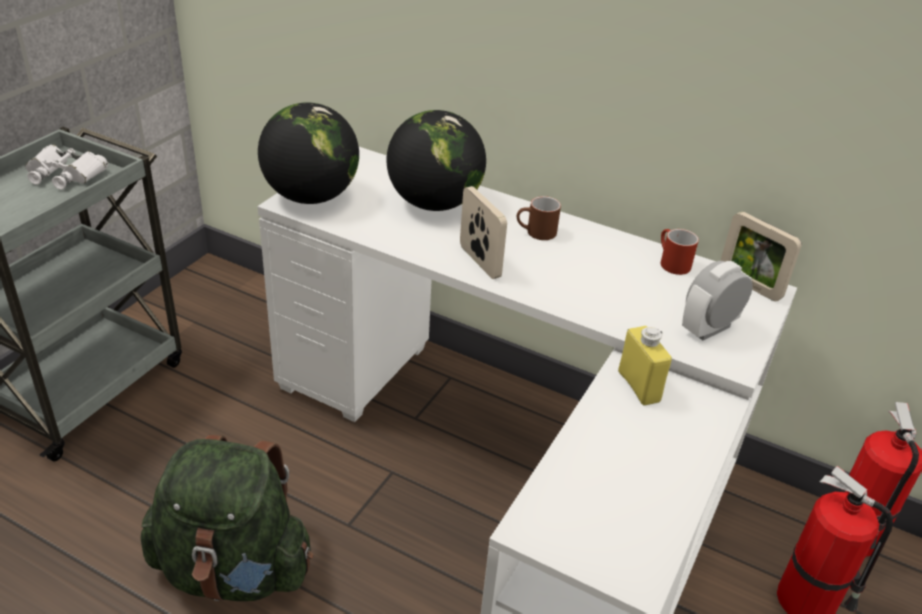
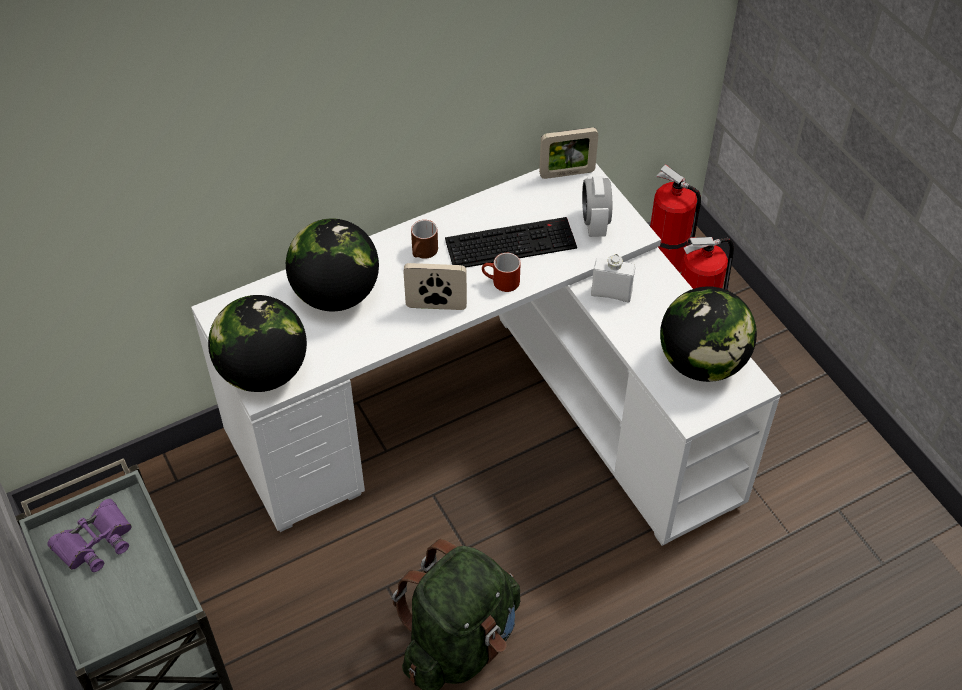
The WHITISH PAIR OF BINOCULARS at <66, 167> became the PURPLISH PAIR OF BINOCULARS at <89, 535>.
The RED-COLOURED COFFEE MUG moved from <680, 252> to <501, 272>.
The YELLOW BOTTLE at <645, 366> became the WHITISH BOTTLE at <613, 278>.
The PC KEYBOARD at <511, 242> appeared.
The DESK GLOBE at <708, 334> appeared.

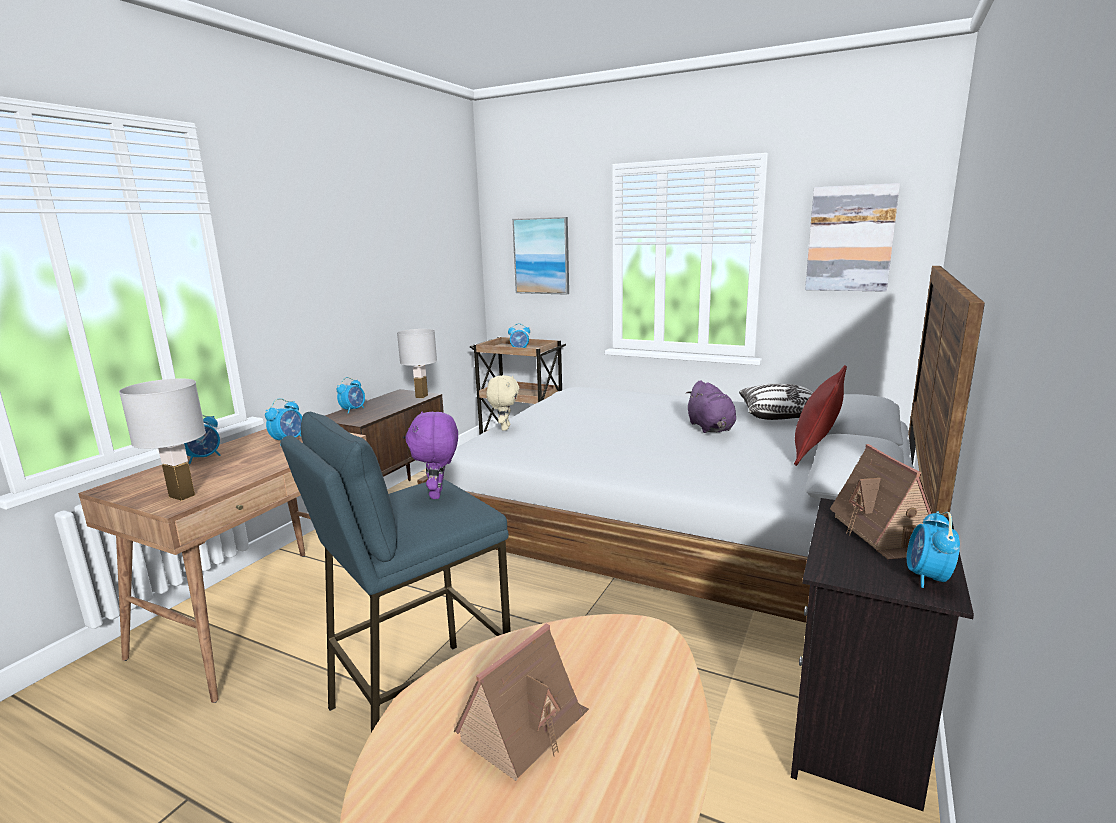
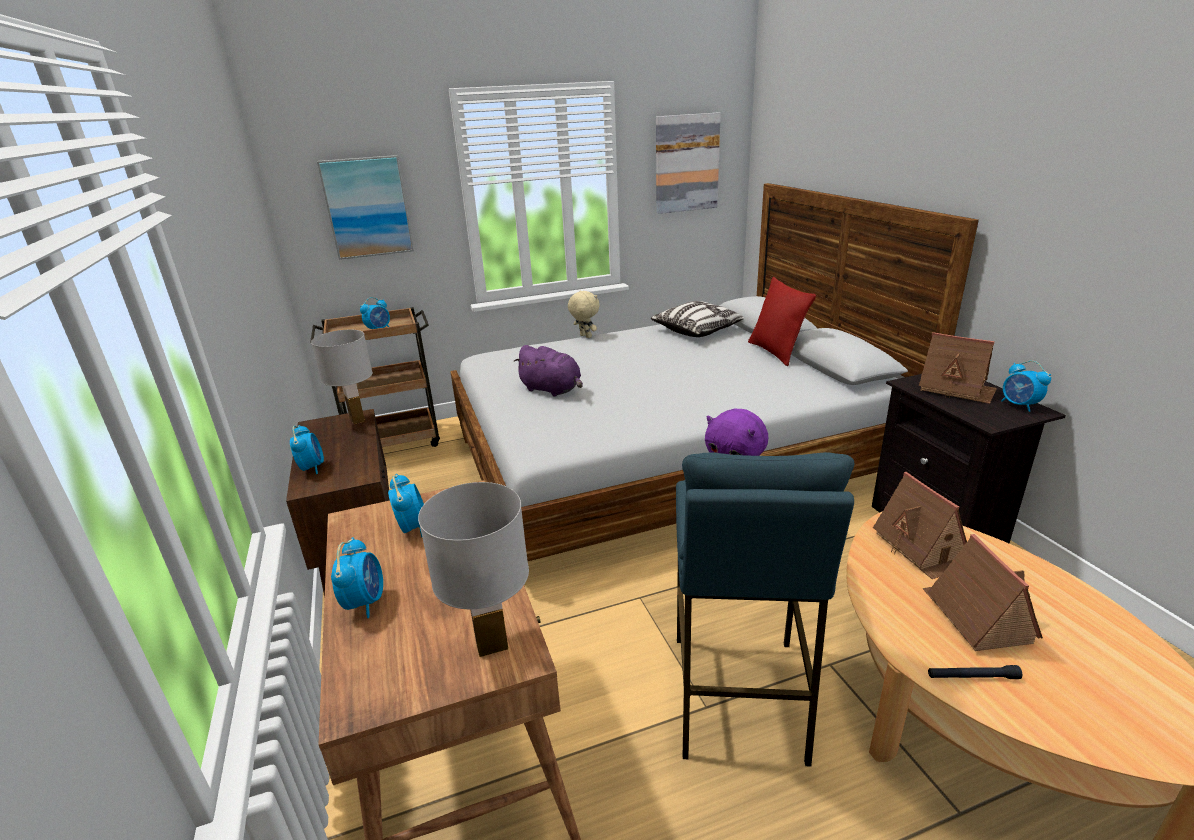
The BEIGE PLUSH TOY moved from <502, 403> to <584, 314>.
The PURPLISH PLUSH TOY moved from <711, 406> to <548, 371>.
The MODEL HOUSE at <920, 525> appeared.
The BLACK-COLOURED TORCH at <975, 672> appeared.

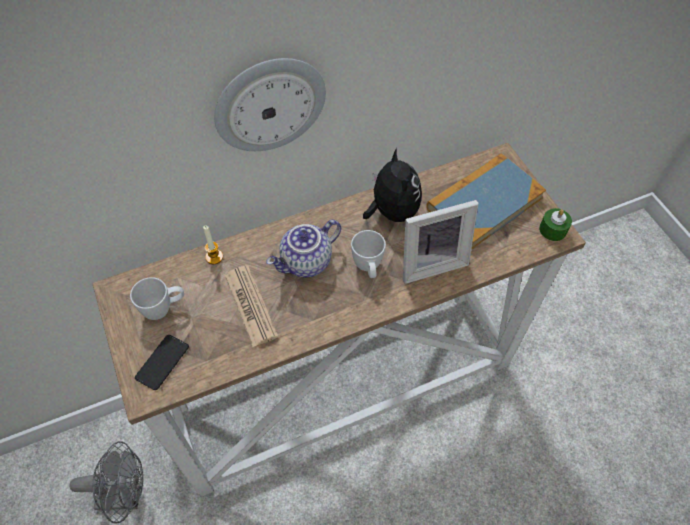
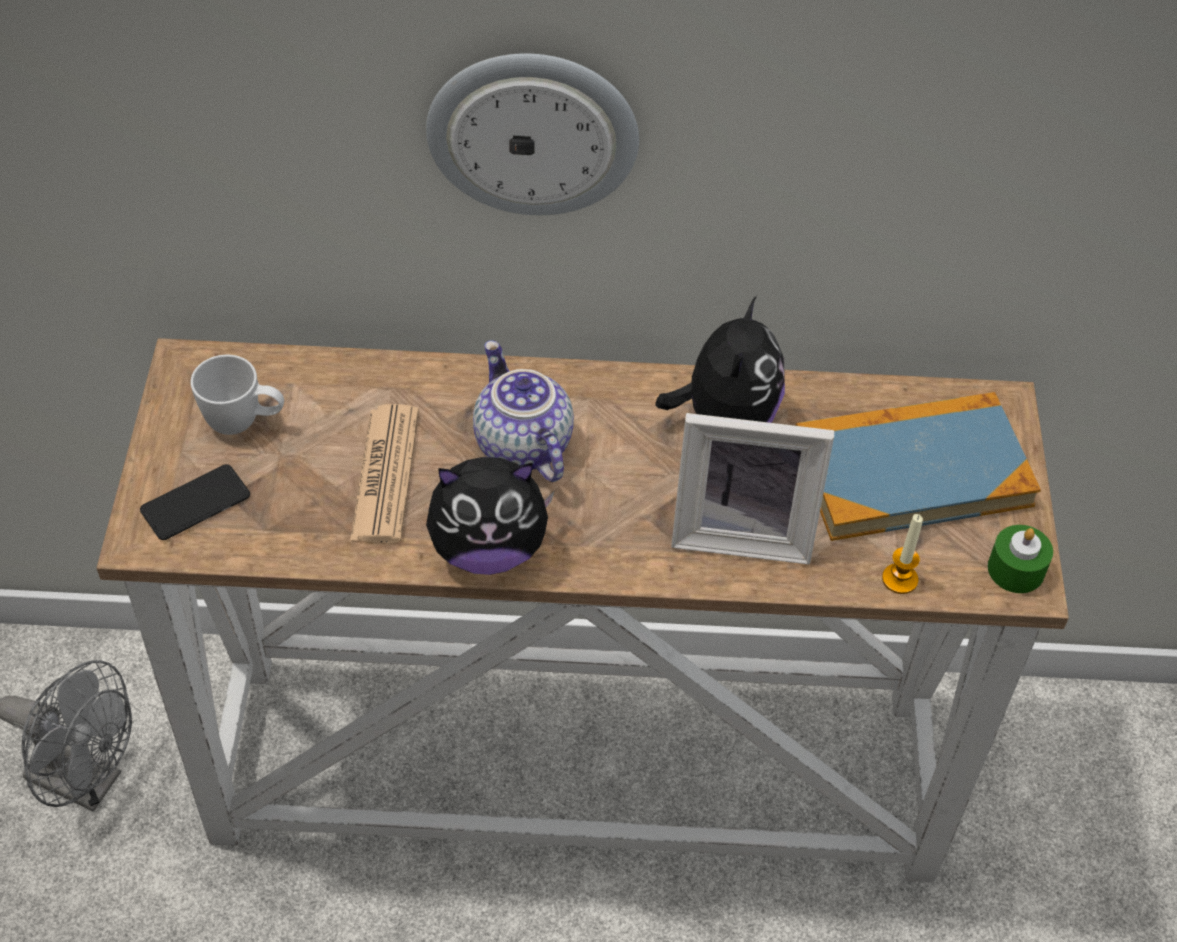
The TEA POT at <303, 249> turned 75 degrees clockwise.
The WAX CANDLE moved from <213, 244> to <902, 554>.
The WHITISH COFFEE MUG at <368, 254> disappeared.
The PLUSH TOY at <490, 516> appeared.

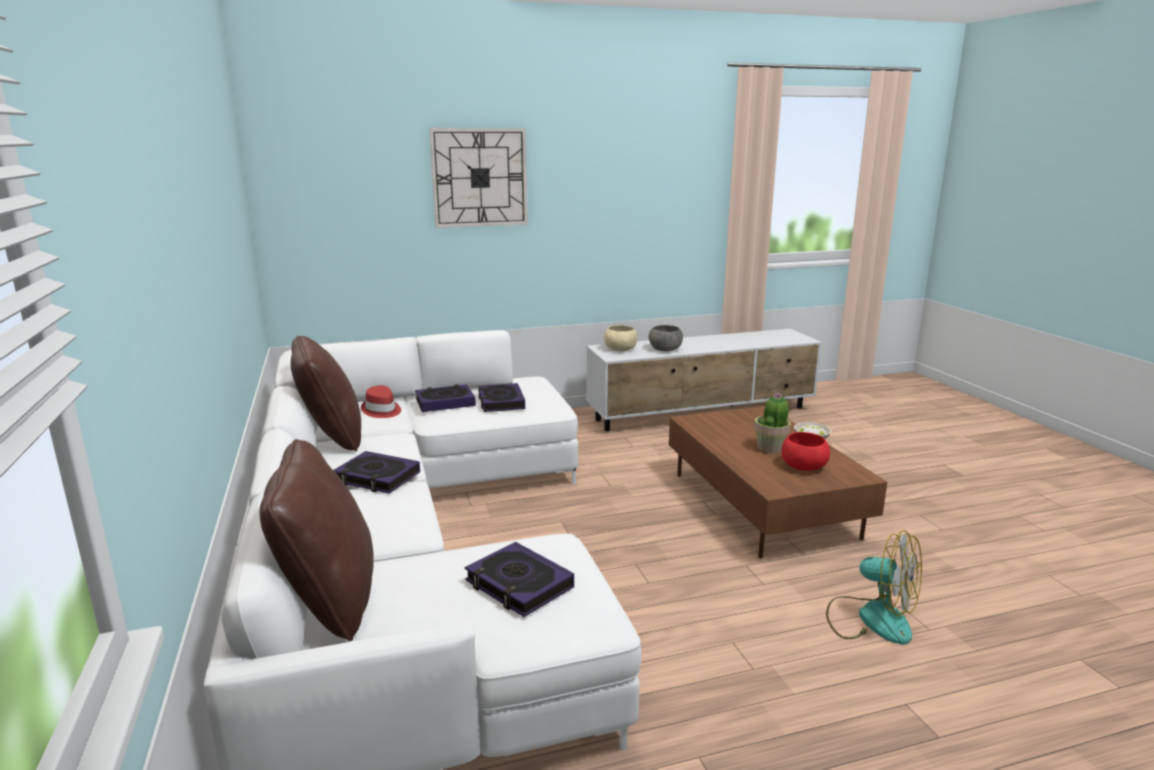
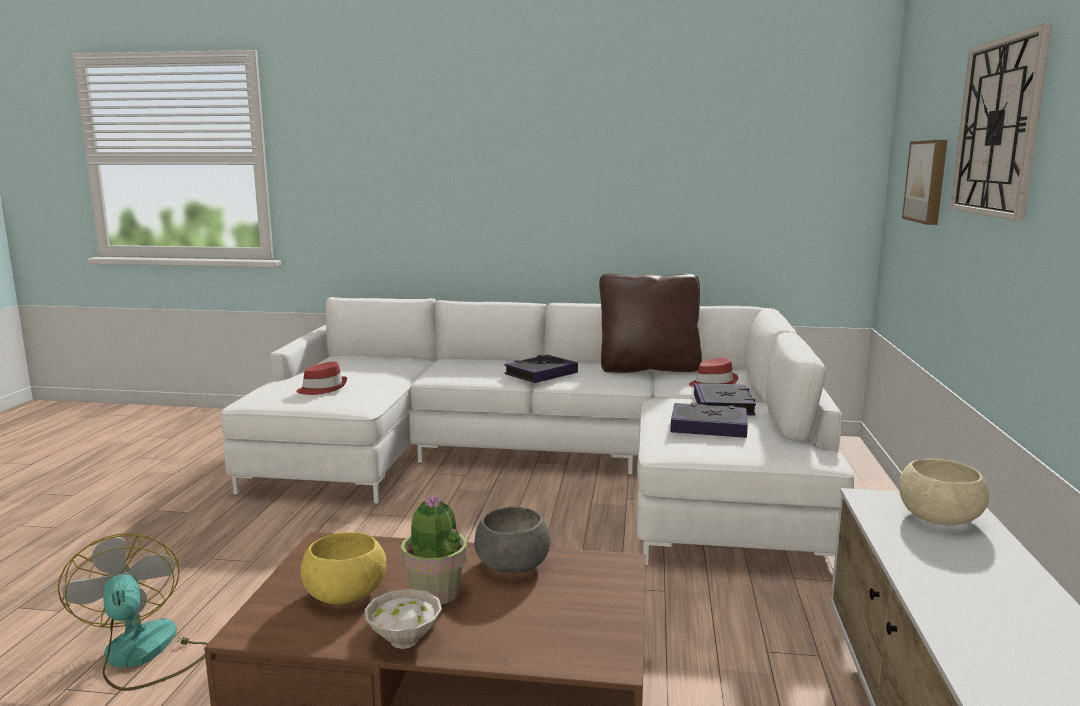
The GREYISH SERVING BOWL moved from <666, 338> to <512, 539>.
The RED-COLOURED SERVING BOWL at <806, 451> became the YELLOW SERVING BOWL at <343, 568>.
The BROWNISH CUSHION at <317, 540> disappeared.
The ELECTRIC FAN at <874, 587> turned 90 degrees clockwise.
The BOOK at <519, 579> was replaced by the RED-COLOURED HAT at <321, 378>.
The WALL ART at <924, 182> appeared.

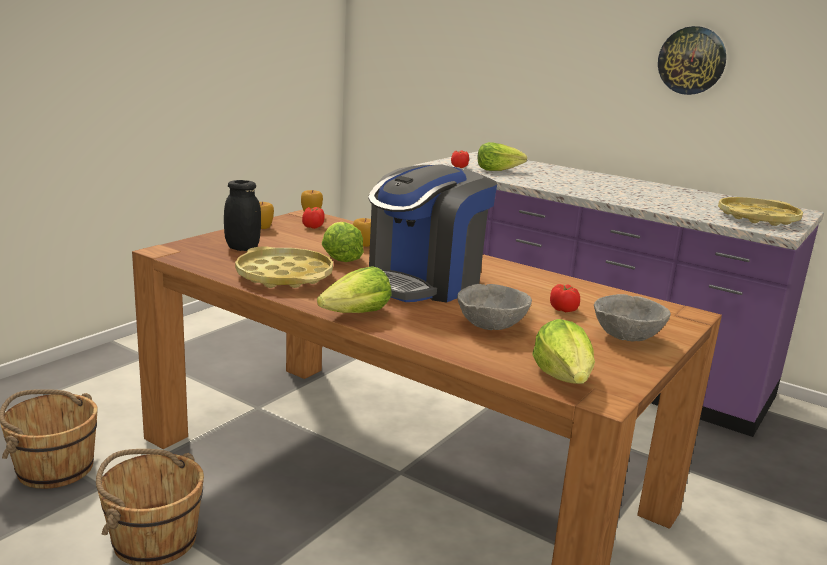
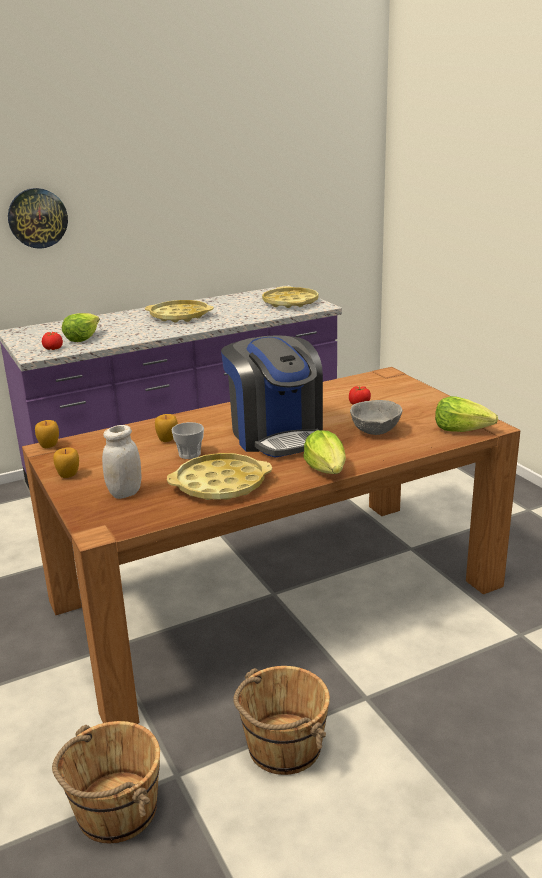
The WALL CLOCK moved from <692, 60> to <38, 218>.
The BLACK-COLOURED PRESERVE JAR at <242, 215> became the WHITISH PRESERVE JAR at <122, 462>.
The TOMATO at <313, 218> disappeared.
The HEAD OF LETTUCE at <343, 242> was replaced by the SMALL CUP at <187, 440>.
The GREYISH SERVING BOWL at <632, 317> disappeared.
The YELLOW CARRYING TRAY at <179, 311> appeared.

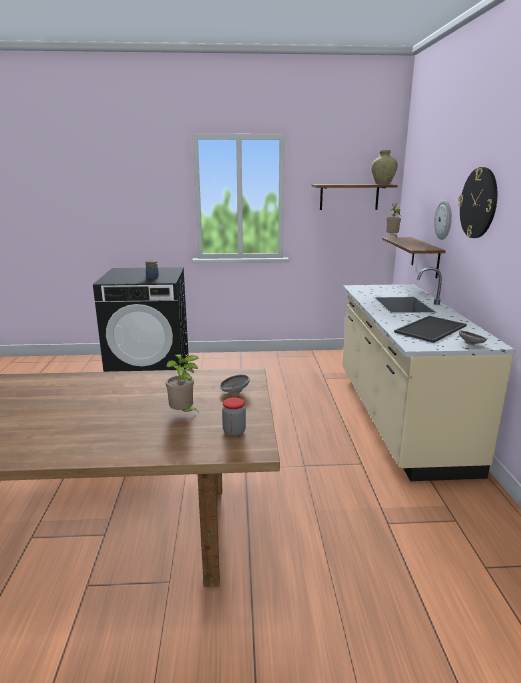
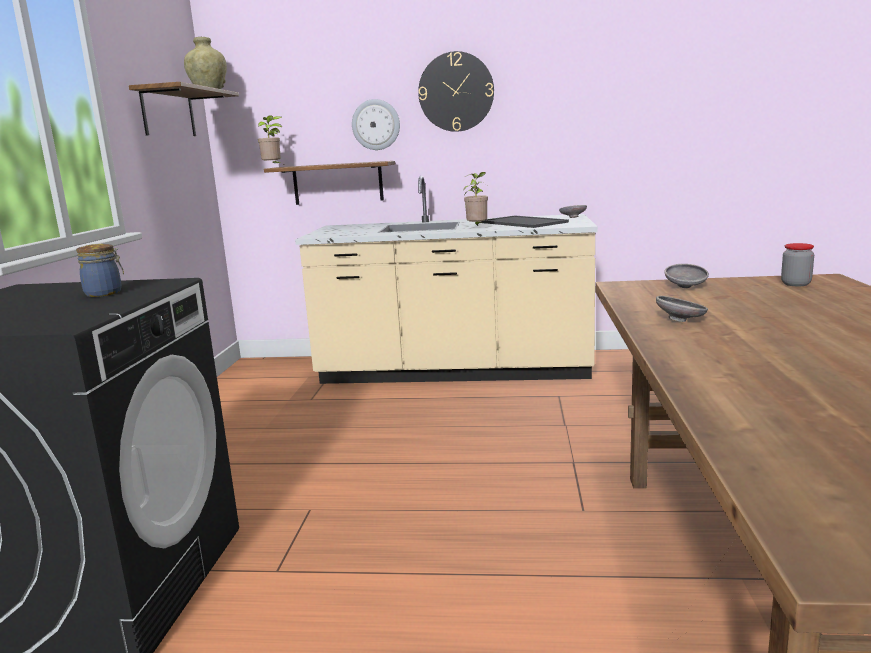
The HOUSEPLANT moved from <182, 383> to <475, 199>.
The GREYISH SERVING BOWL at <682, 309> appeared.

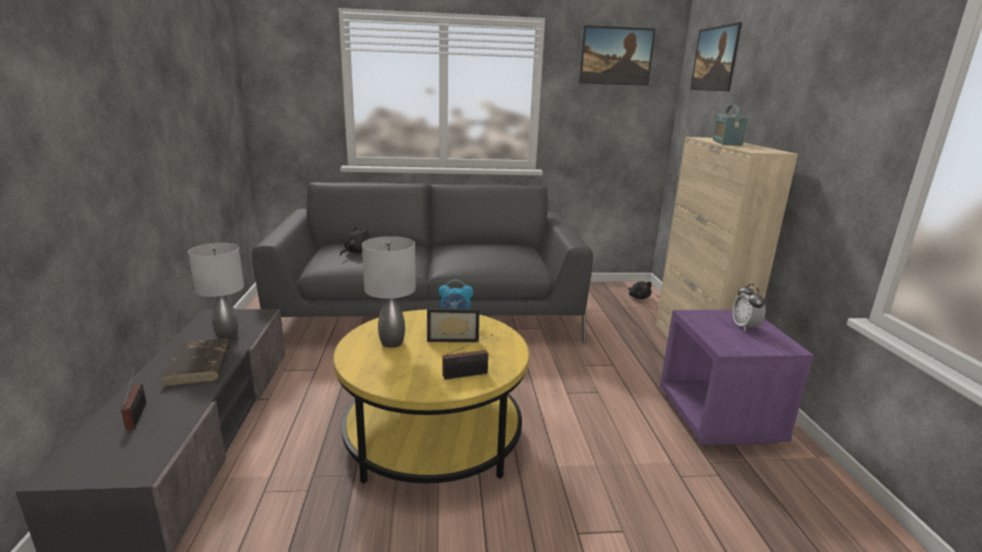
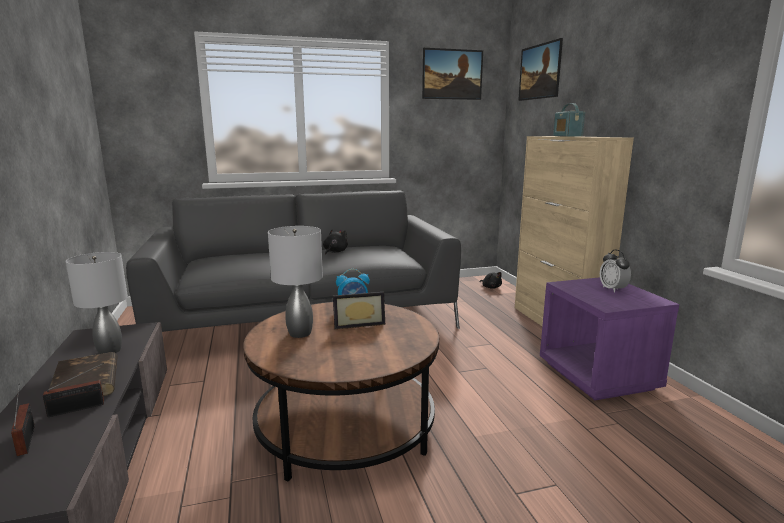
The BLACK-COLOURED PLUSH TOY moved from <355, 241> to <335, 242>.
The YELLOW LOUNGE TABLE at <431, 396> became the BROWNISH LOUNGE TABLE at <341, 391>.
The RADIO SET moved from <467, 357> to <73, 390>.

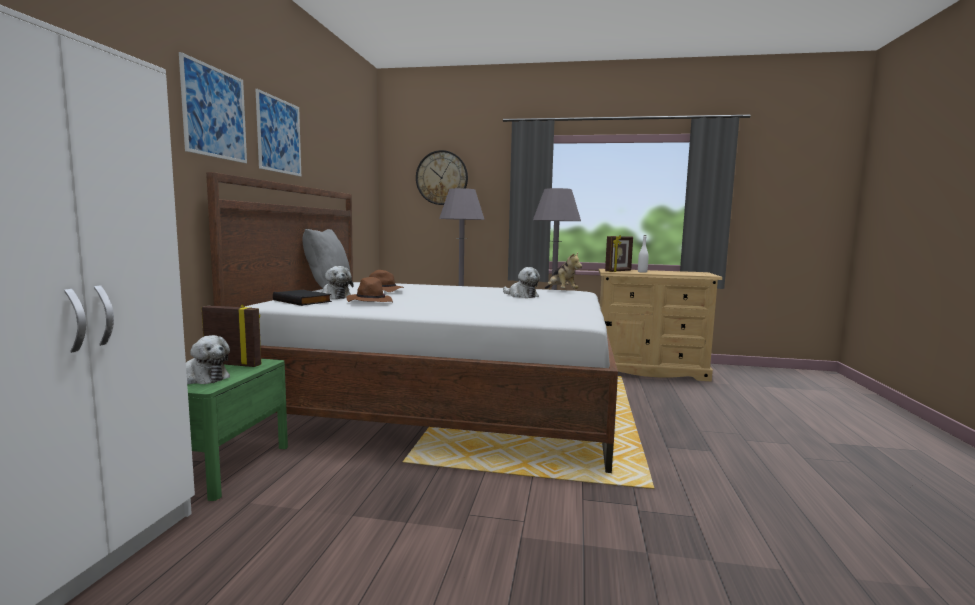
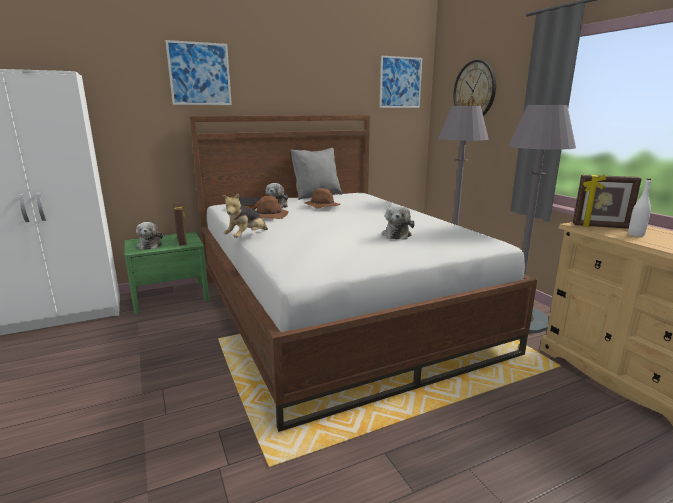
The WALL ART moved from <278, 132> to <400, 82>.
The PLUSH TOY moved from <563, 271> to <245, 215>.

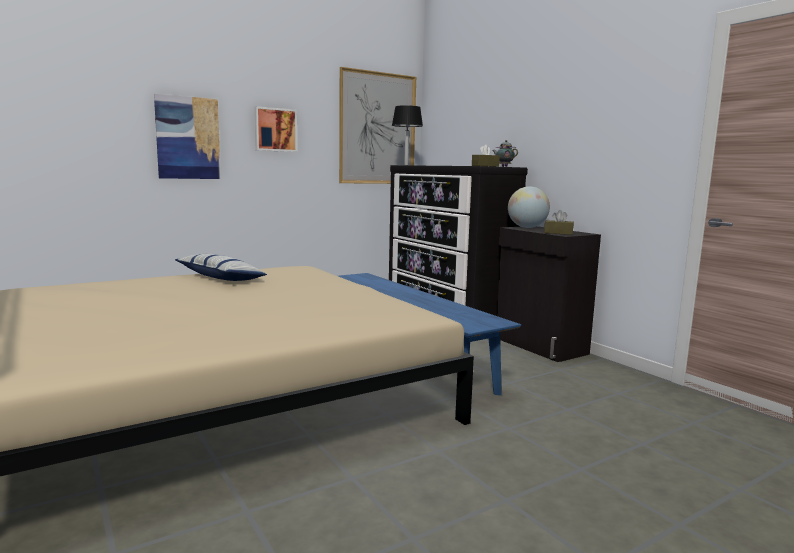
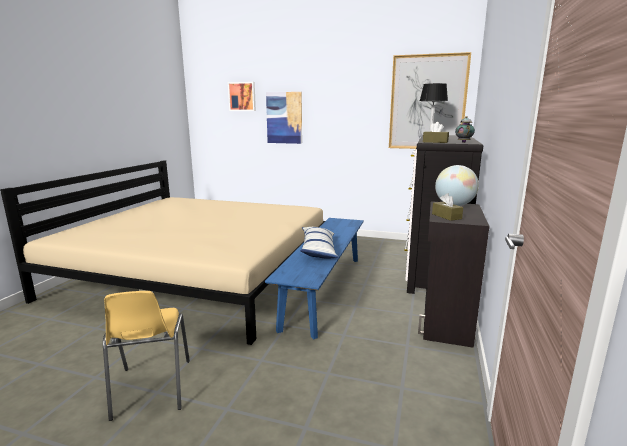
The WALL ART moved from <275, 129> to <242, 96>.
The CUSHION moved from <221, 267> to <319, 243>.
The YELLOW PLAIN CHAIR at <146, 356> appeared.

